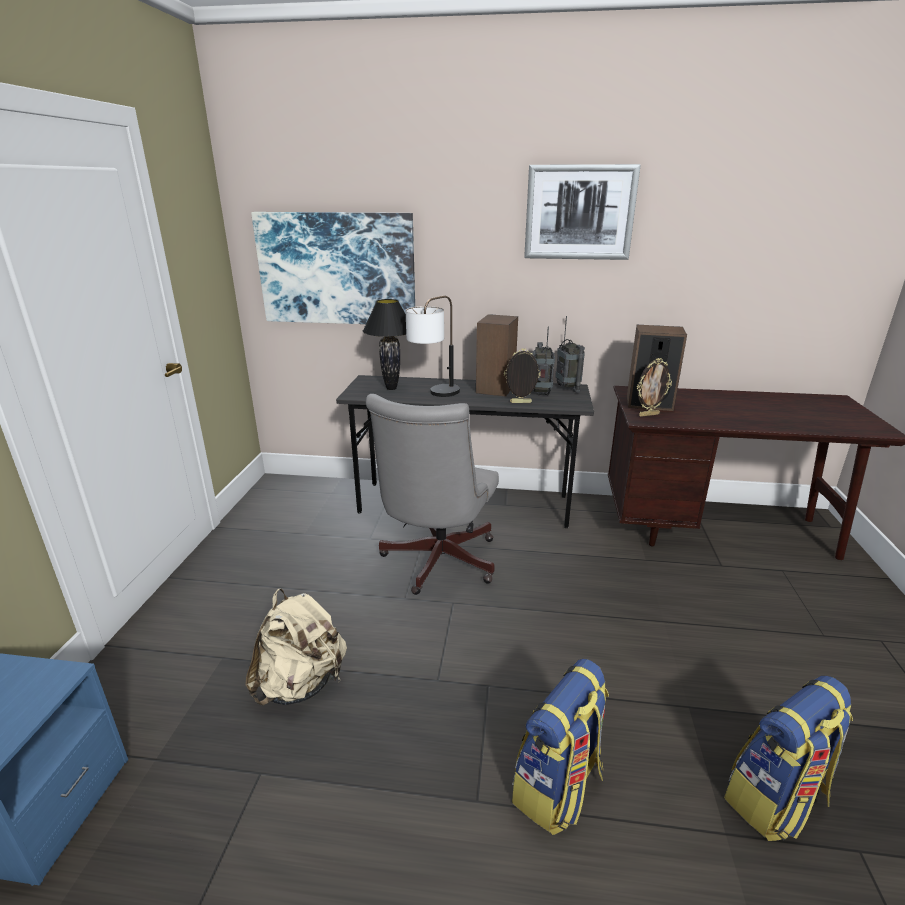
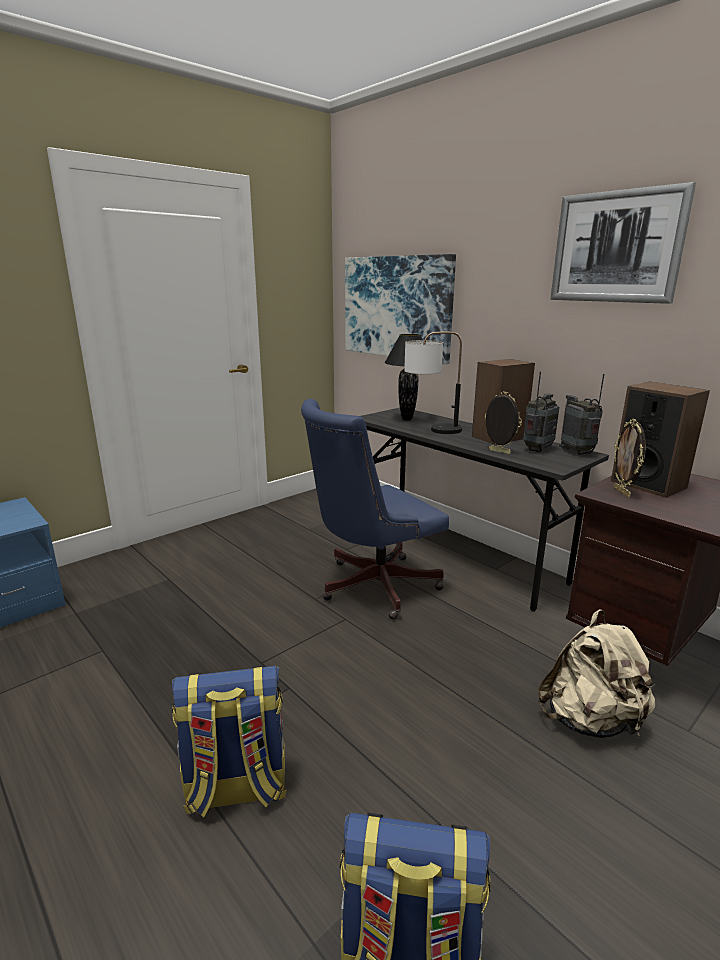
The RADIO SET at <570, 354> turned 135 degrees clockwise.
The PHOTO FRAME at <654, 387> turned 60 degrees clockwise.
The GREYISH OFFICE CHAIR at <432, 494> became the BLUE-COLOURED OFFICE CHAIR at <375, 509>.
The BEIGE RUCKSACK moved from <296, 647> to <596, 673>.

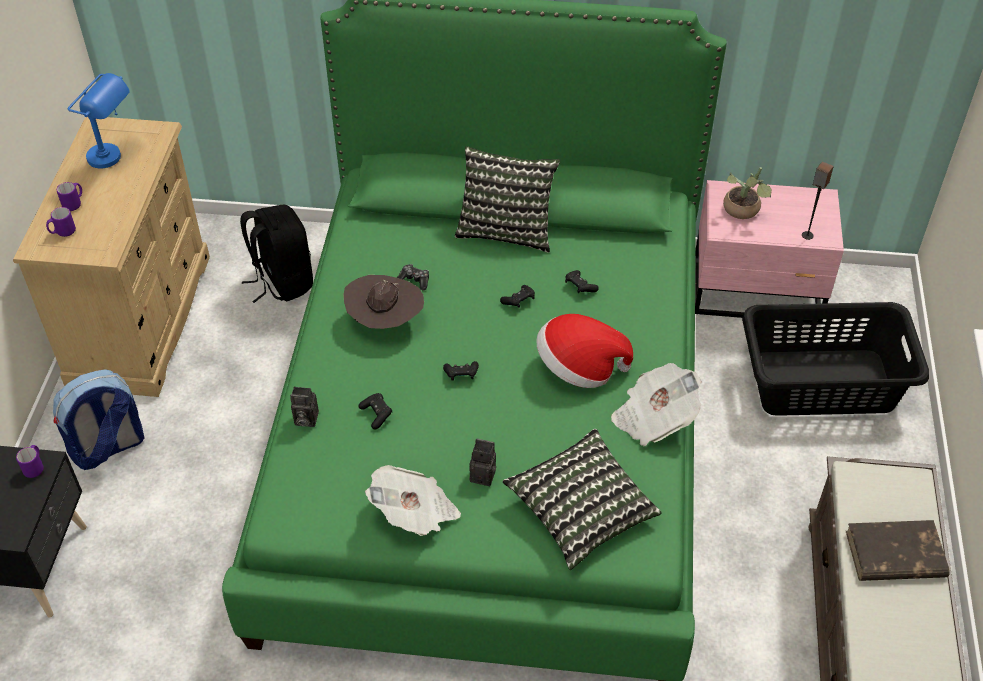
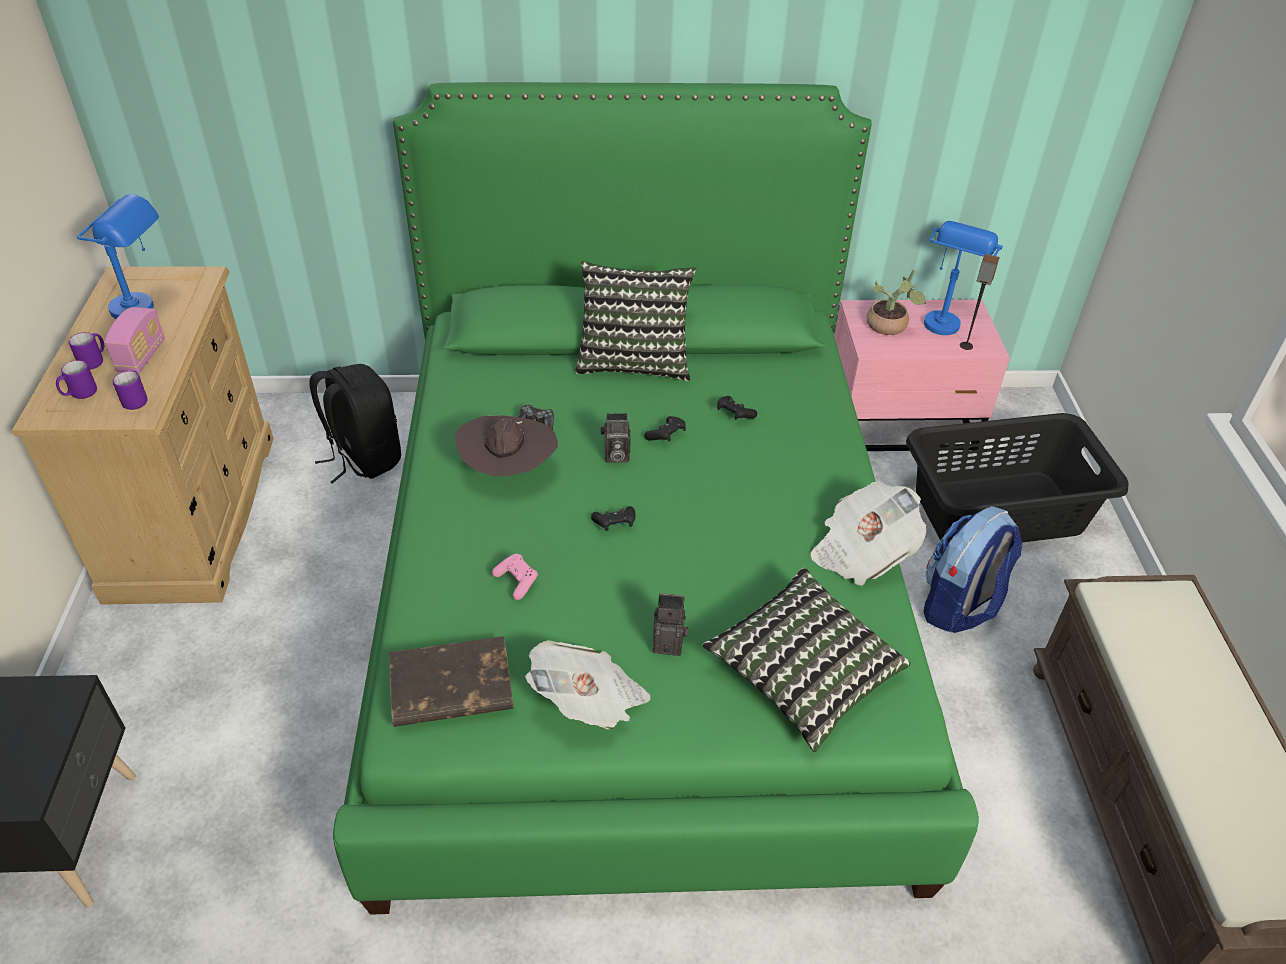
The HAT at <584, 351> disappeared.
The RUCKSACK moved from <98, 419> to <972, 569>.
The PHOTO CAMERA moved from <304, 407> to <615, 438>.
The BLACK-COLOURED GAME CONTROLLER at <375, 411> became the PINK-COLOURED GAME CONTROLLER at <515, 577>.
The PURPLISH COFFEE MUG moved from <30, 461> to <130, 390>.
The BROWNISH BOOK moved from <898, 550> to <451, 681>.
The BLUE-COLOURED TABLETOP LAMP at <963, 278> appeared.
The RADIO SET at <135, 340> appeared.

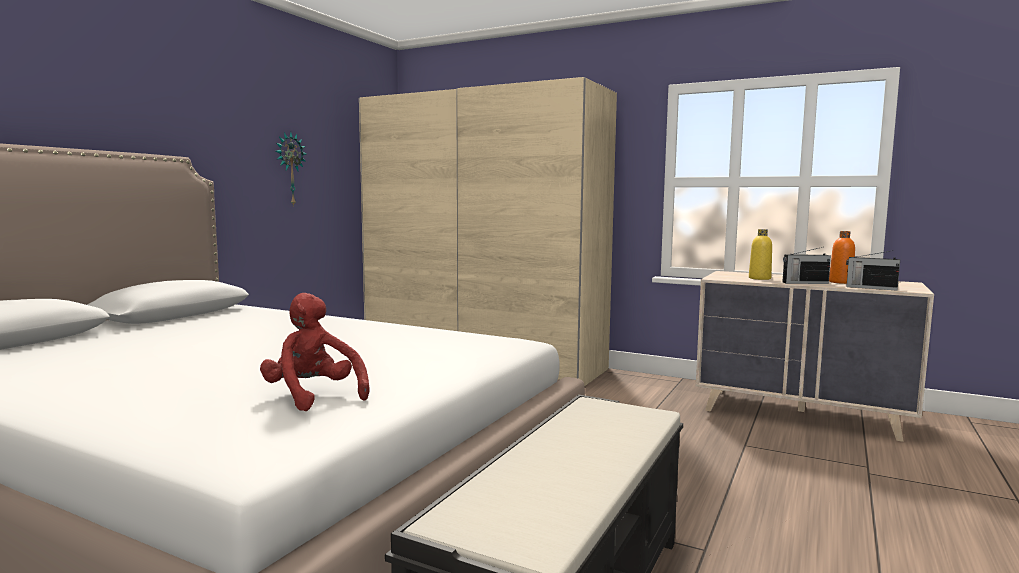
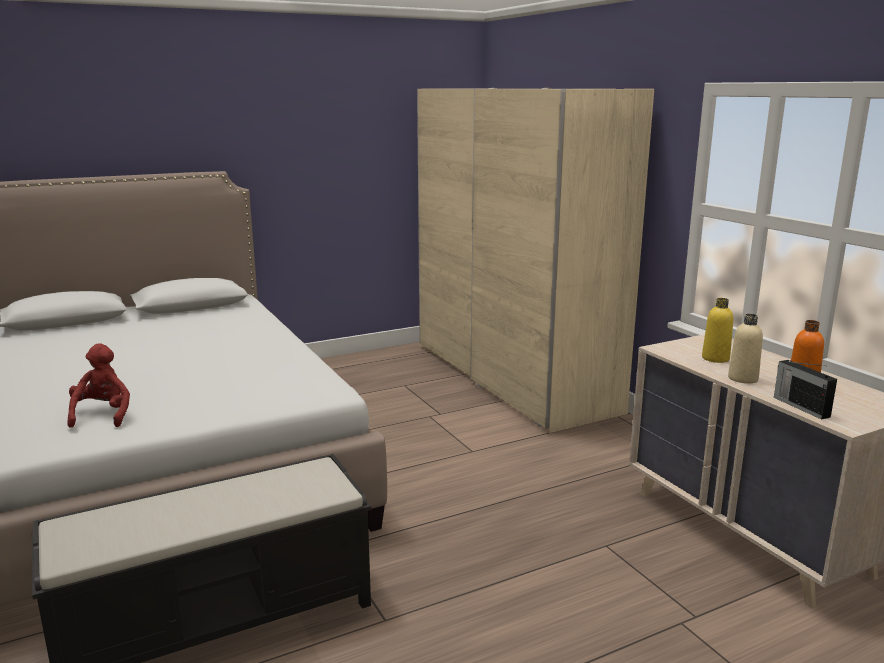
The WALL CLOCK at <291, 169> disappeared.
The RADIO SET at <806, 265> was replaced by the BEIGE BOTTLE at <745, 348>.

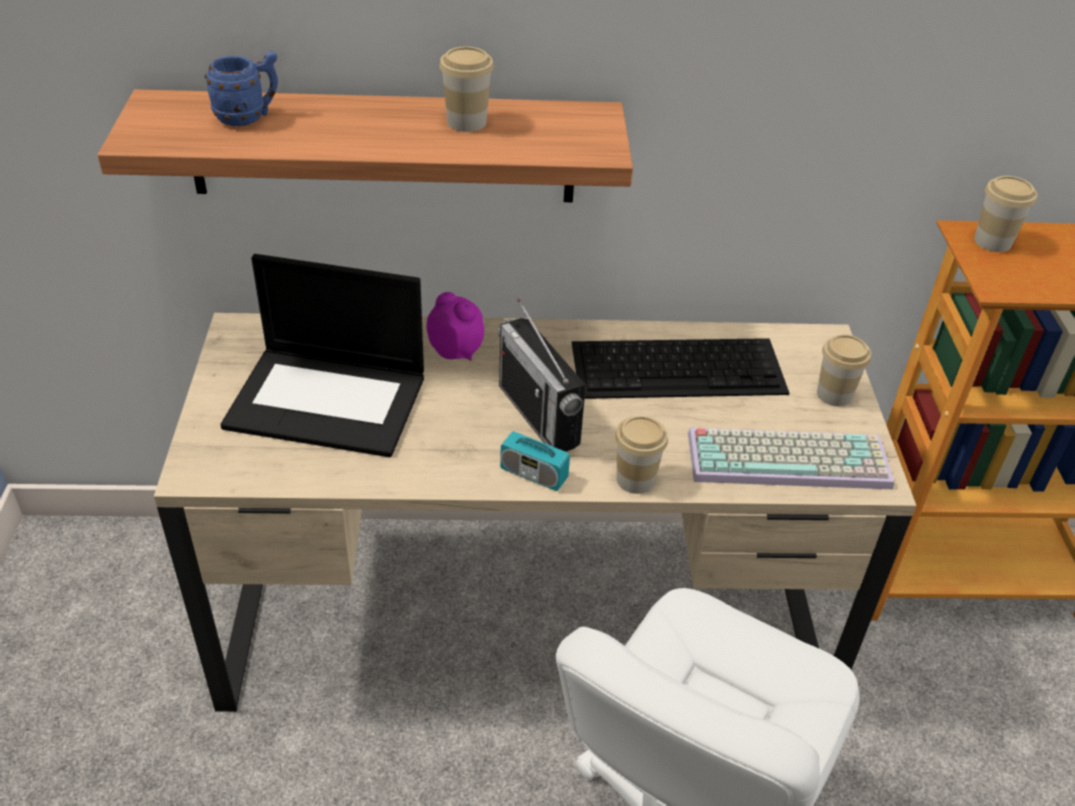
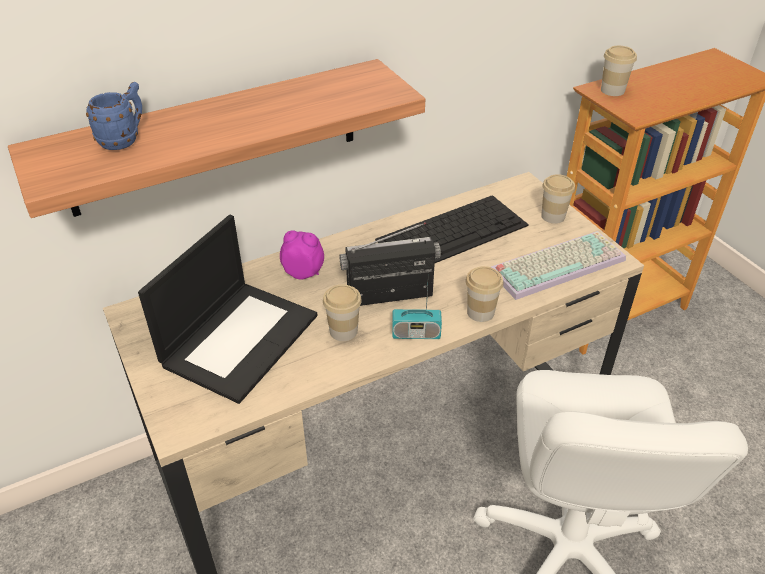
The SMALL CUP moved from <466, 89> to <342, 312>.
The PORTABLE COMPUTER at <322, 355> turned 45 degrees counterclockwise.
The RADIO SET at <541, 375> turned 135 degrees clockwise.

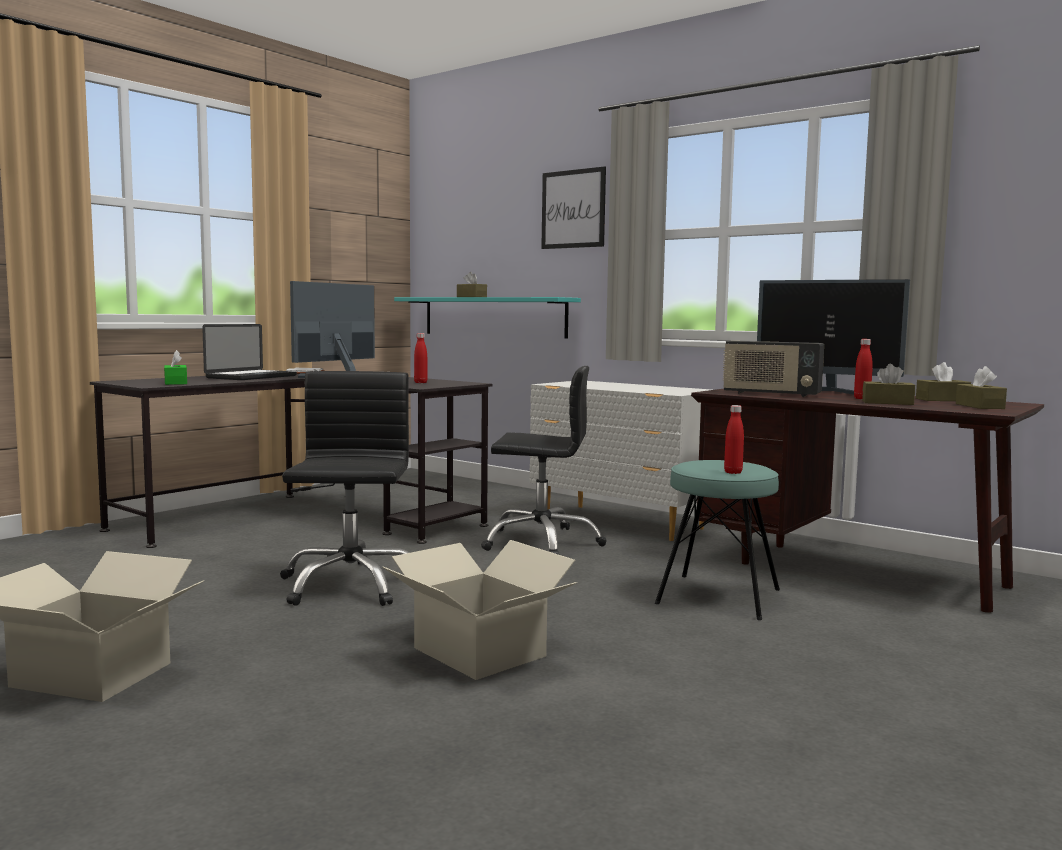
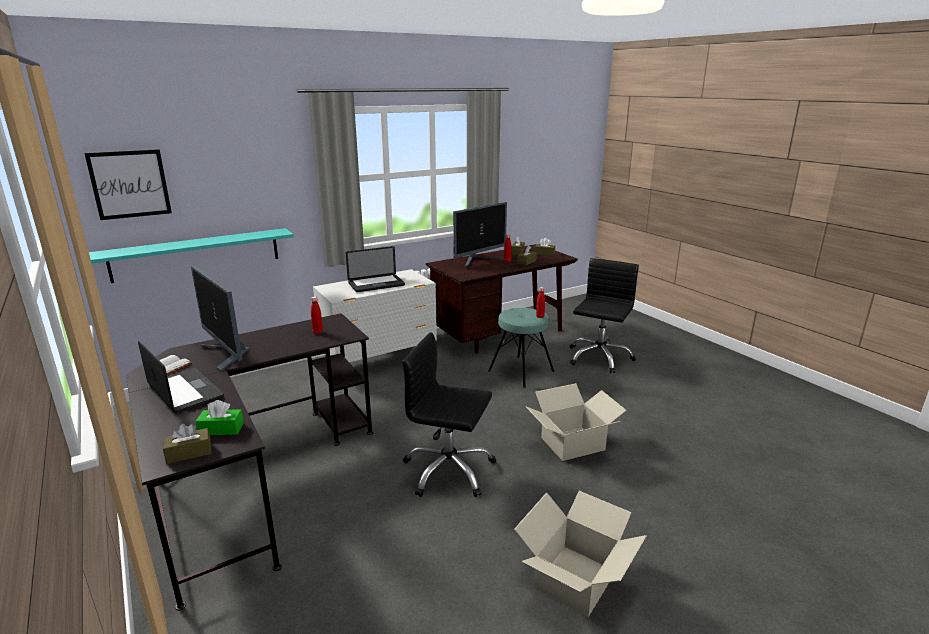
The WALL ART moved from <573, 207> to <128, 184>.
The BROWNISH TISSUE HOLDER moved from <472, 284> to <187, 444>.
The RADIO SET at <773, 369> disappeared.
The BLACK-COLOURED OFFICE CHAIR moved from <544, 460> to <604, 315>.
The PORTABLE COMPUTER at <375, 269> appeared.

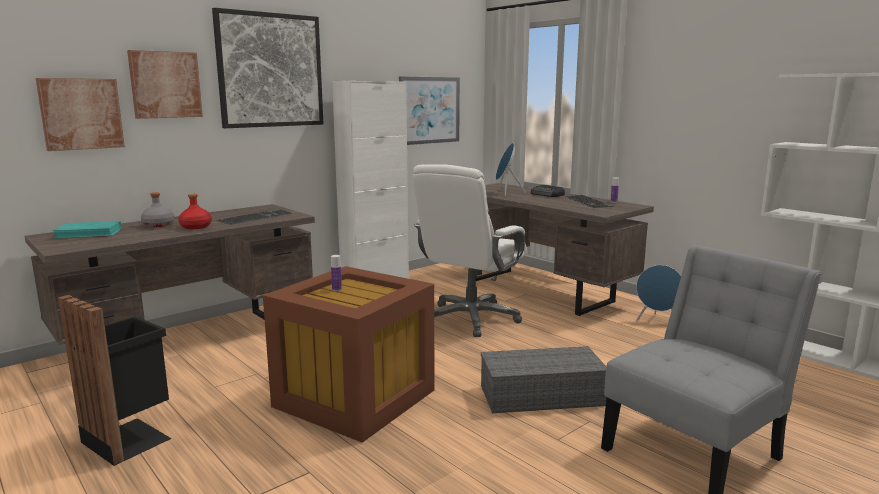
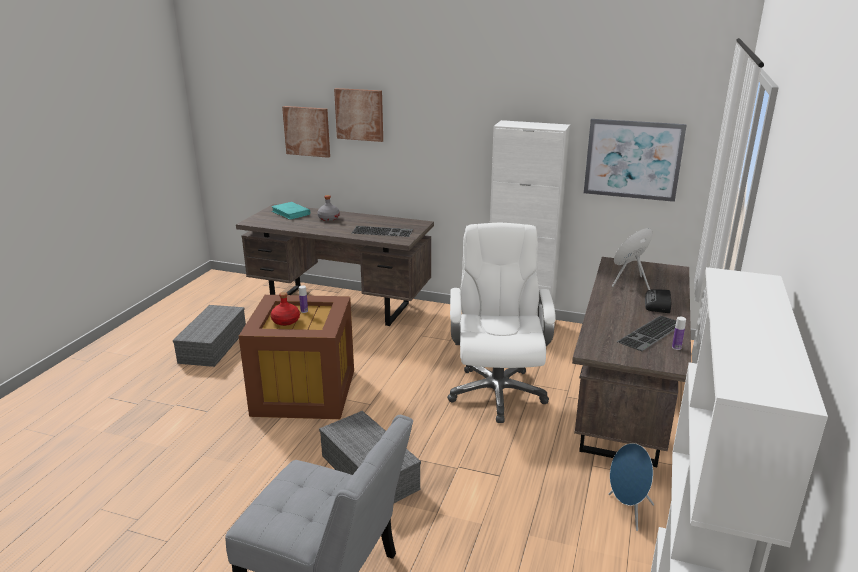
The WALL ART at <268, 68> disappeared.
The WHITISH OFFICE CHAIR at <470, 250> turned 90 degrees clockwise.
The RED-COLOURED BOTTLE moved from <195, 211> to <285, 309>.
The BLACK-COLOURED RUBBISH BIN at <114, 380> was replaced by the GREYISH STORAGE CONTAINER at <209, 336>.

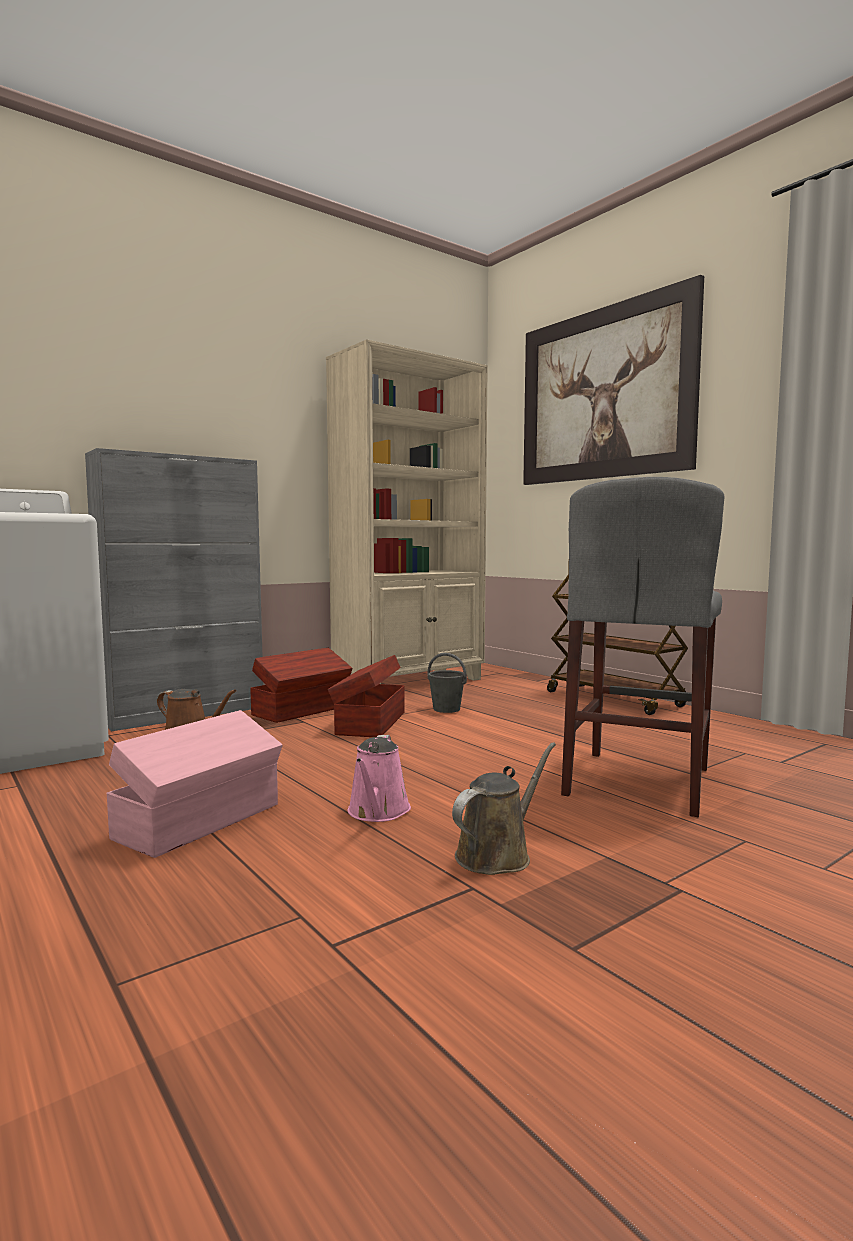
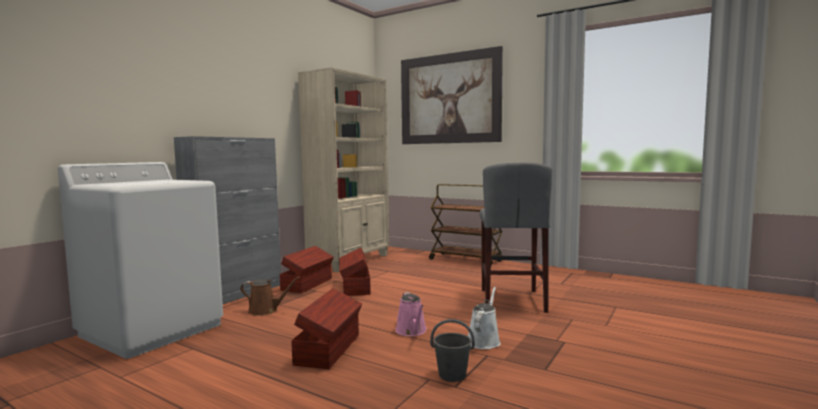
The GREYISH BUCKET moved from <447, 683> to <452, 350>.
The PINK-COLOURED STORAGE CONTAINER at <195, 784> became the BROWNISH STORAGE CONTAINER at <326, 328>.
The BROWNISH SPRINKLING CAN at <504, 808> became the WHITISH SPRINKLING CAN at <484, 318>.

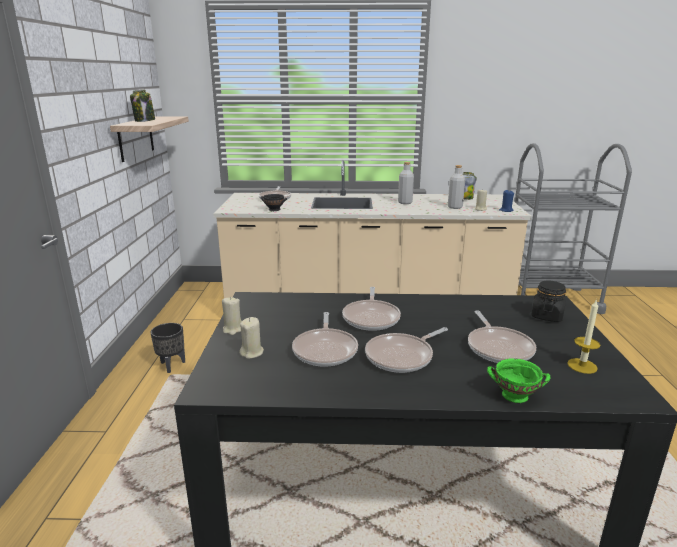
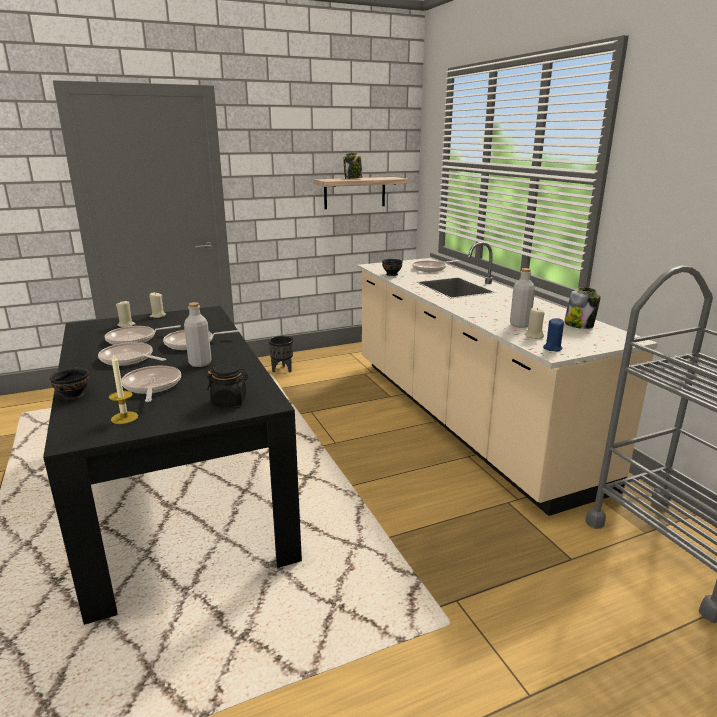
The GREYISH BOTTLE moved from <406, 183> to <198, 334>.
The PAN at <502, 336> turned 105 degrees clockwise.
The GREENISH SERVING BOWL at <519, 380> became the BLACK-COLOURED SERVING BOWL at <69, 383>.

